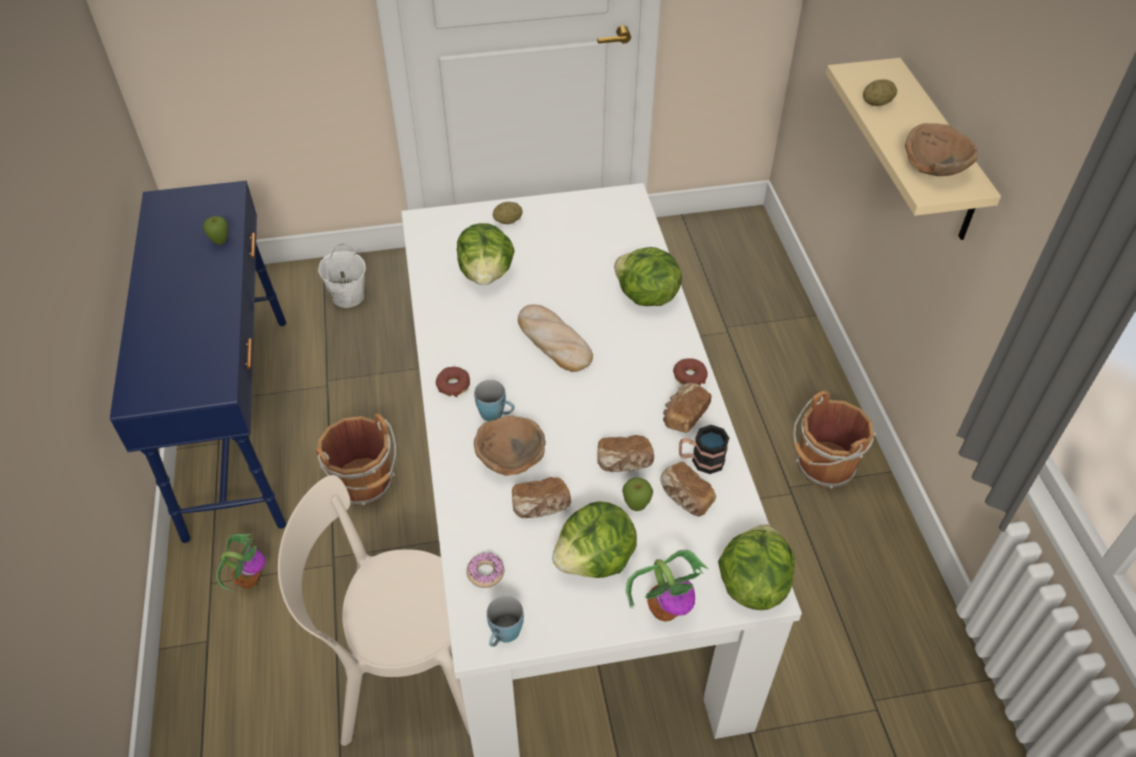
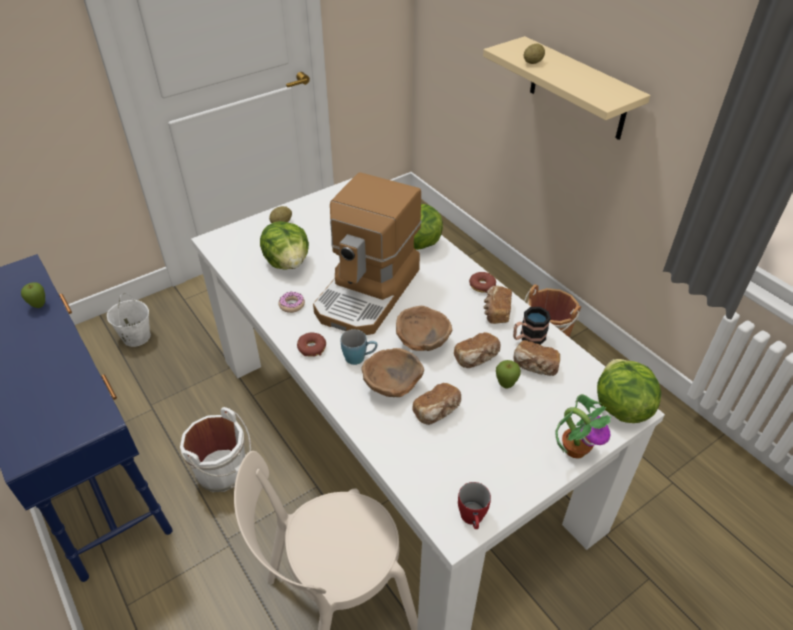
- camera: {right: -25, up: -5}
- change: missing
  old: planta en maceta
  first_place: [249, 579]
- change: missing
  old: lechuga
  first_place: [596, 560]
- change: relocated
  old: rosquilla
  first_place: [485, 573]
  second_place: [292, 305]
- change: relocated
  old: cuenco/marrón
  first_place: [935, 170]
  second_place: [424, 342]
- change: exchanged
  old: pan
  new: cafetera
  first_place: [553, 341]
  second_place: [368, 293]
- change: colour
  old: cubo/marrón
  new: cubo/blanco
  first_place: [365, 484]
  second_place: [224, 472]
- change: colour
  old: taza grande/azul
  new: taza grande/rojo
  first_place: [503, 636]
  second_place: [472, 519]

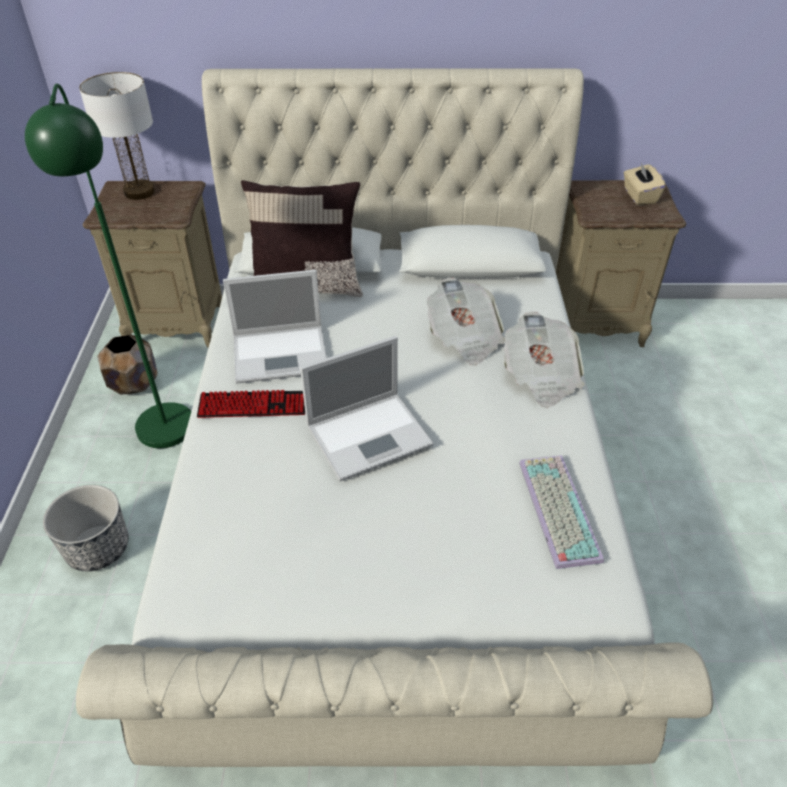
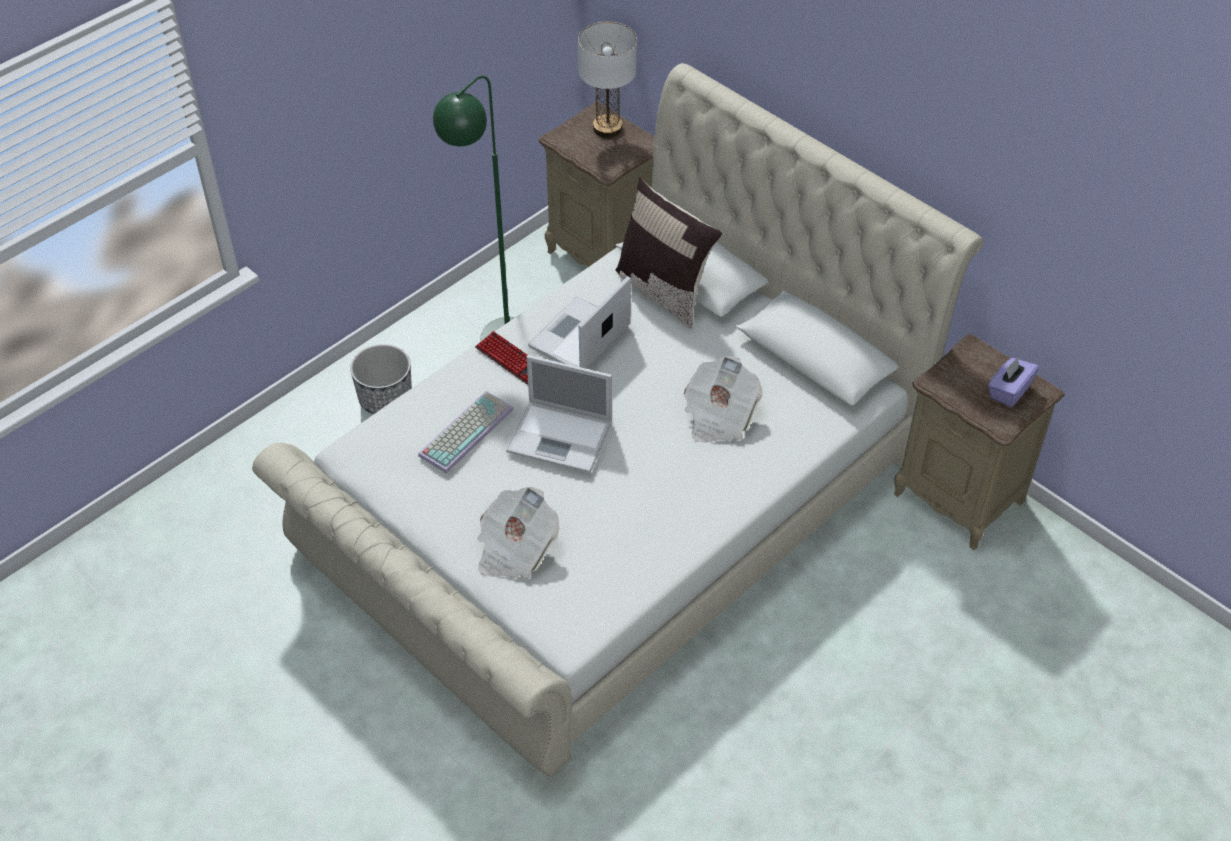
- camera: {right: 45, up: 5}
- change: missing
  old: maceta/marrón
  first_place: [134, 384]
- change: relocated
  old: periódico
  first_place: [541, 377]
  second_place: [515, 549]
- change: relocated
  old: teclado
  first_place: [555, 509]
  second_place: [466, 430]
- change: colour
  old: caja de pañuelos/beis
  new: caja de pañuelos/morado
  first_place: [639, 196]
  second_place: [1009, 391]
- change: spun
  old: portátil
  first_place: [282, 353]
  second_place: [579, 337]
  degrees: 90

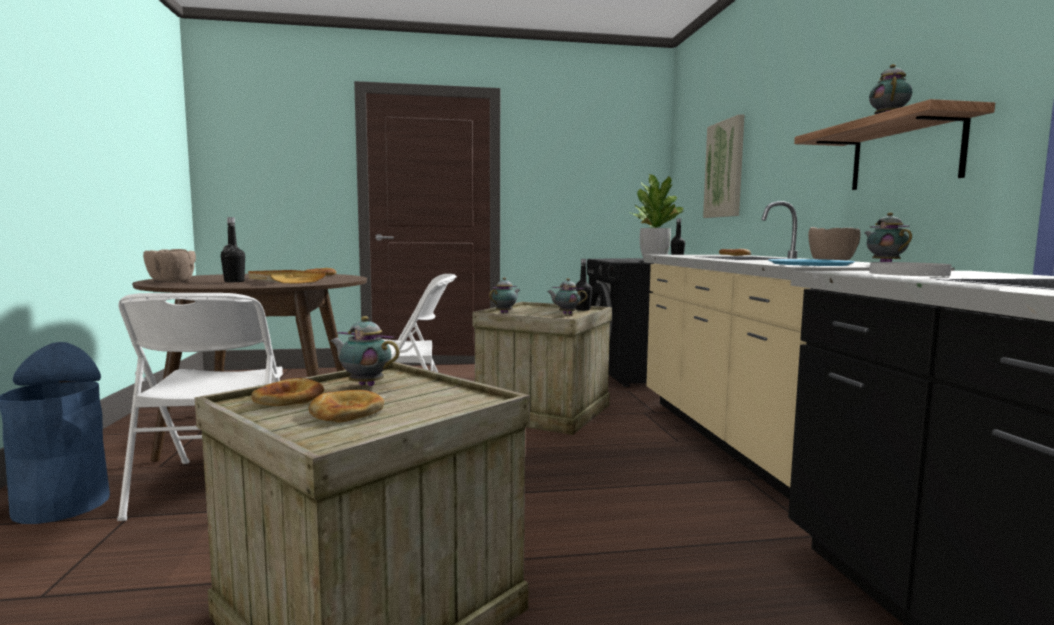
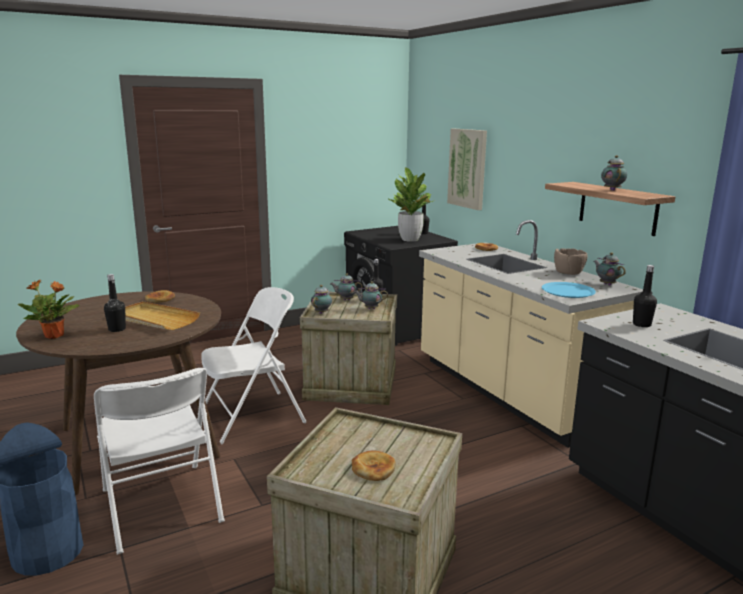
- camera: {right: -20, up: 10}
- change: missing
  old: pan
  first_place: [289, 399]
- change: relocated
  old: tetera
  first_place: [364, 385]
  second_place: [345, 300]
- change: exchanged
  old: cuenco/marrón
  new: planta en maceta
  first_place: [171, 281]
  second_place: [55, 336]
- change: exchanged
  old: plato/blanco
  new: botella/negro
  first_place: [908, 274]
  second_place: [641, 324]

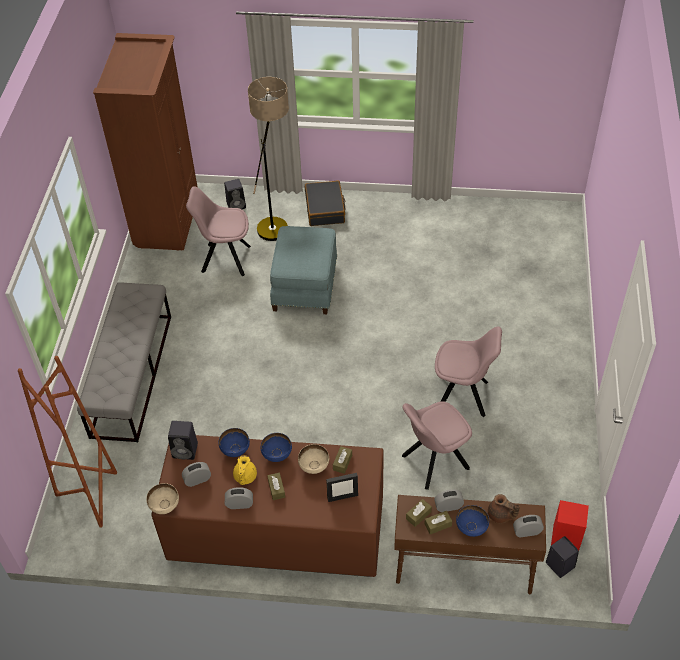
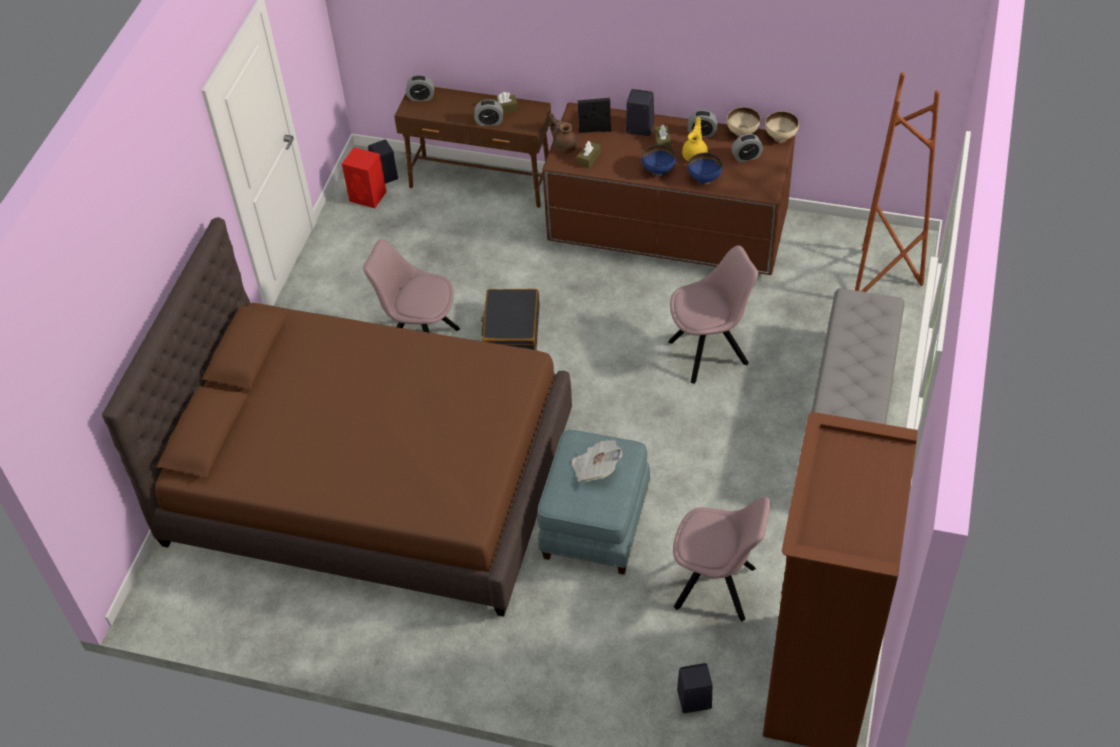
- camera: {right: -170, up: 0}
- change: missing
  old: lámpara de pie
  first_place: [276, 221]
- change: missing
  old: caja de pañuelos/marrón
  first_place: [418, 515]
- change: missing
  old: cuenco/azul
  first_place: [471, 528]
- change: appeared
  new: cama/marrón
  second_place: [369, 478]
- change: appeared
  new: periódico
  second_place: [596, 469]
- change: relocated
  old: altavoz/negro
  first_place: [186, 450]
  second_place: [639, 128]
- change: relocated
  old: cuenco/beis
  first_place: [314, 467]
  second_place: [742, 133]
- change: relocated
  old: maleta/negro
  first_place: [325, 209]
  second_place: [511, 330]
- change: relocated
  old: silla/rosa
  first_place: [434, 461]
  second_place: [709, 353]
- change: relocated
  old: tetera/marrón
  first_place: [500, 515]
  second_place: [564, 146]

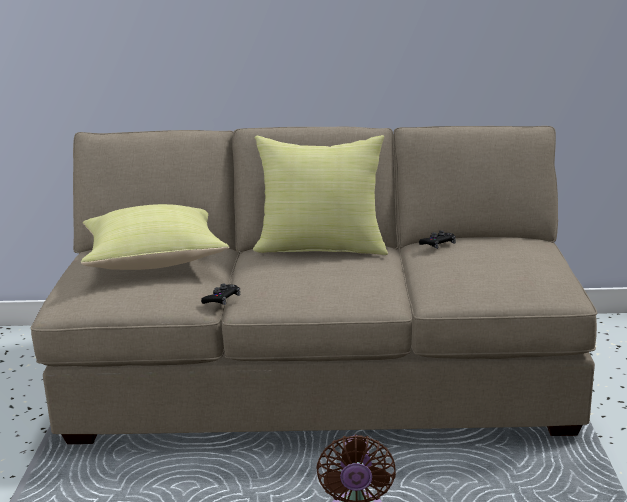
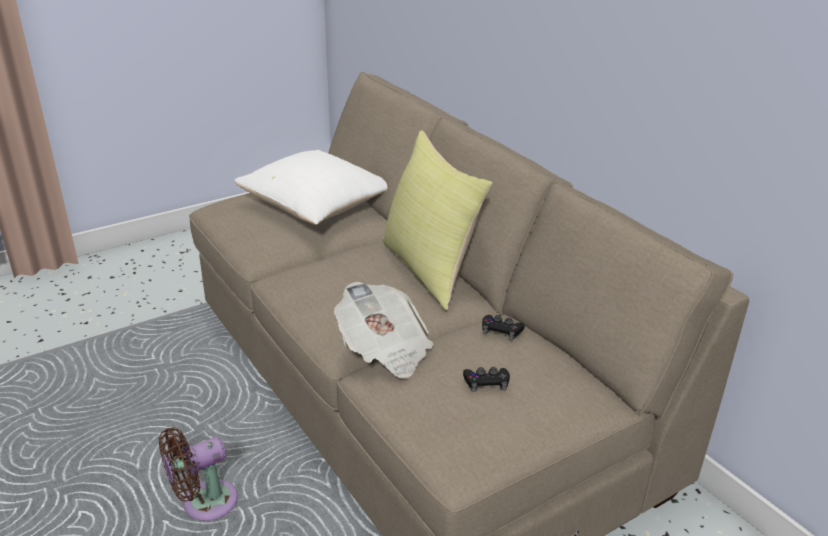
- camera: {right: 55, up: 10}
- change: appeared
  new: periódico
  second_place: [384, 350]
- change: relocated
  old: mando de consola/negro
  first_place: [222, 299]
  second_place: [486, 383]
- change: colour
  old: cojín/amarillo
  new: cojín/blanco
  first_place: [155, 261]
  second_place: [318, 208]

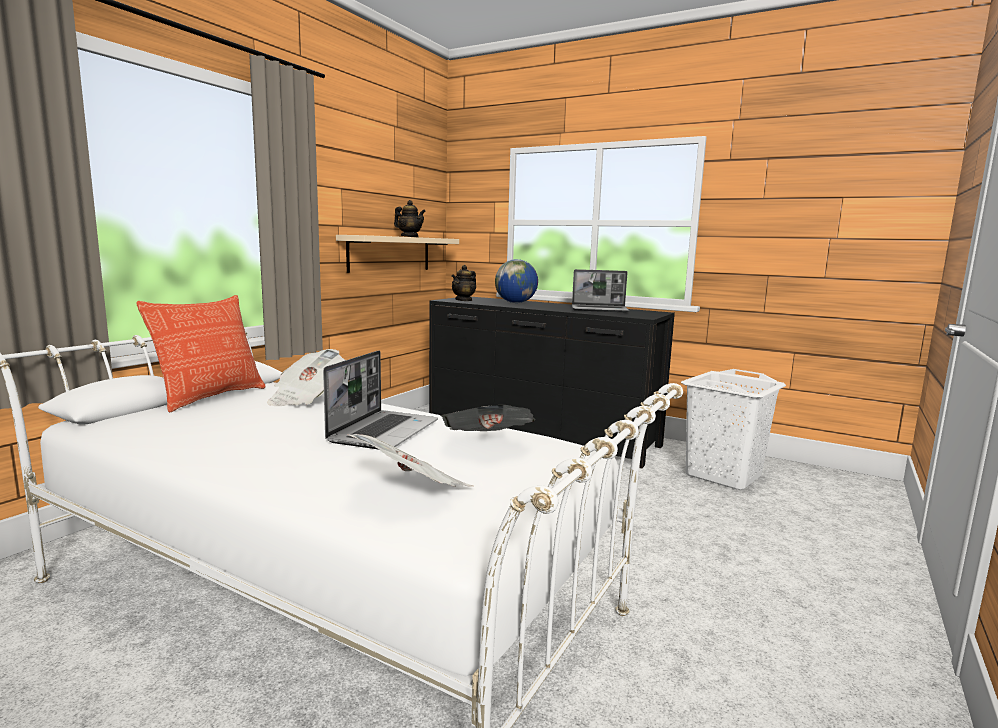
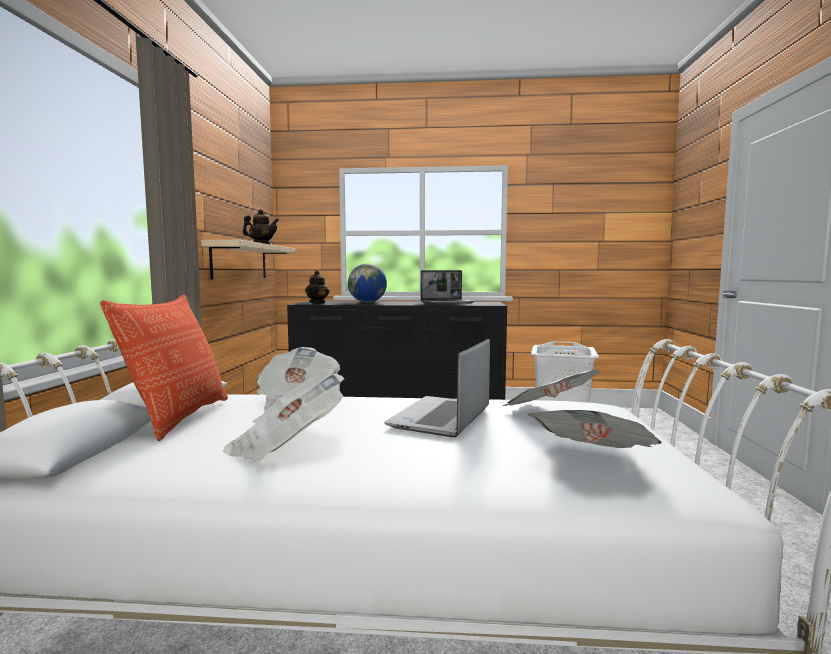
- camera: {right: -25, up: -5}
- change: appeared
  new: periódico
  second_place: [286, 446]
- change: spun
  old: portátil
  first_place: [384, 431]
  second_place: [441, 418]
  degrees: -150

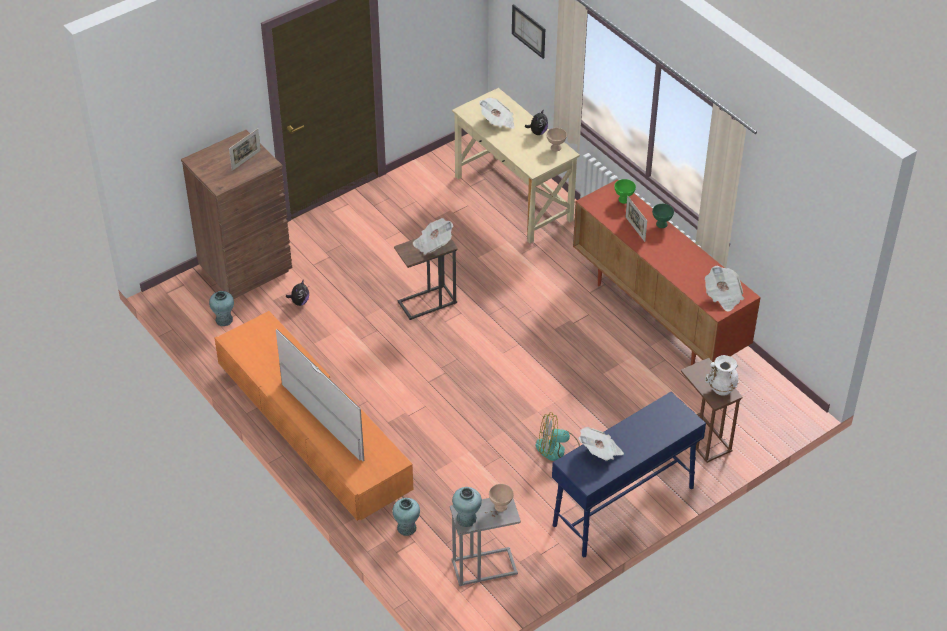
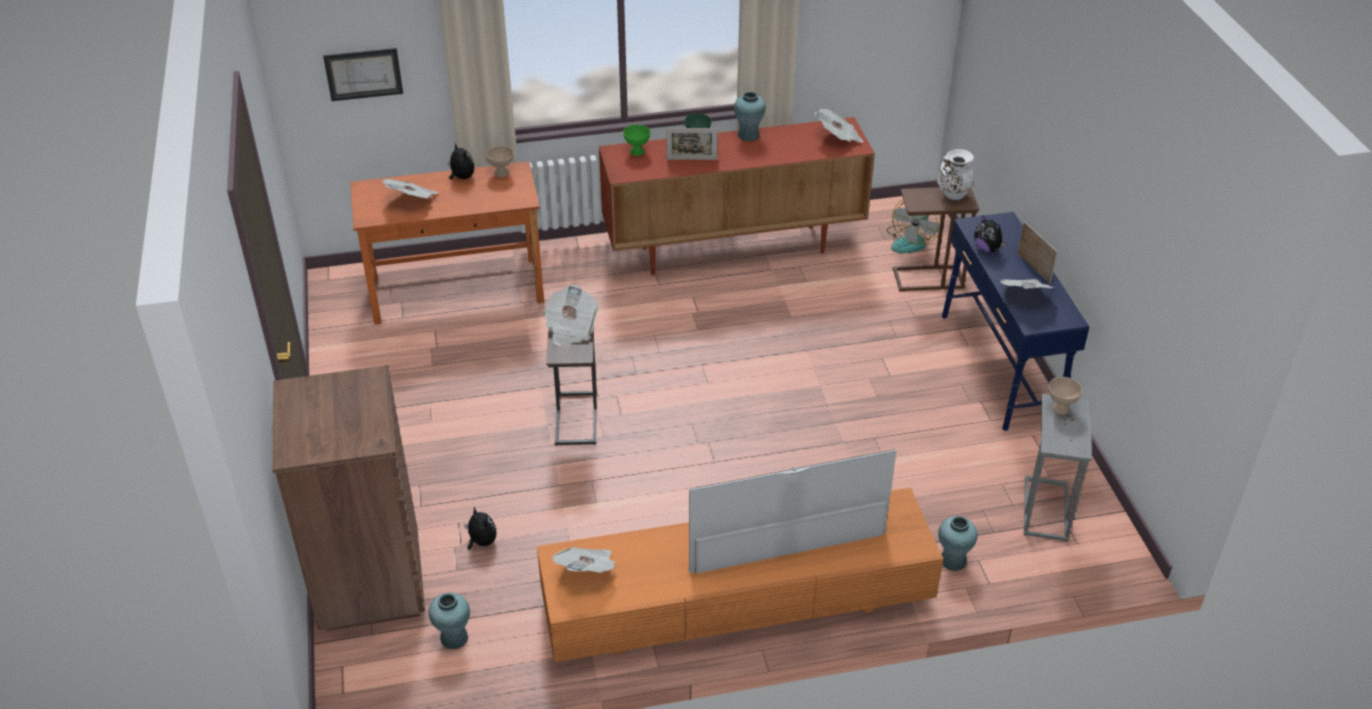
- camera: {right: -65, up: -5}
- change: appeared
  new: periódico
  second_place: [587, 570]
- change: appeared
  new: peluche
  second_place: [987, 248]
- change: relocated
  old: portarretratos
  first_place: [246, 160]
  second_place: [1033, 268]
- change: relocated
  old: florero/turquesa
  first_place: [466, 518]
  second_place: [748, 135]
- change: relocated
  old: ventilador
  first_place: [557, 450]
  second_place: [911, 240]
- change: colour
  old: escritorio/beis
  new: escritorio/naranja
  first_place: [514, 198]
  second_place: [457, 290]

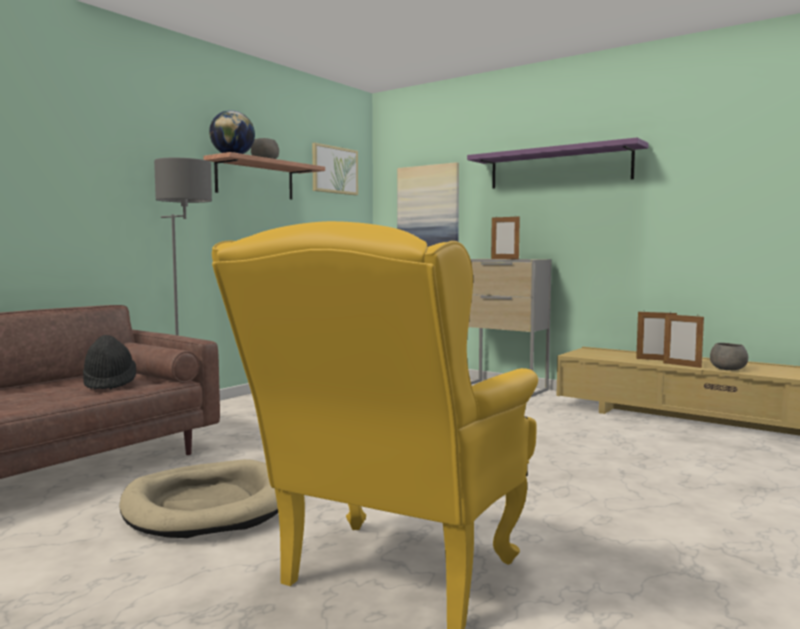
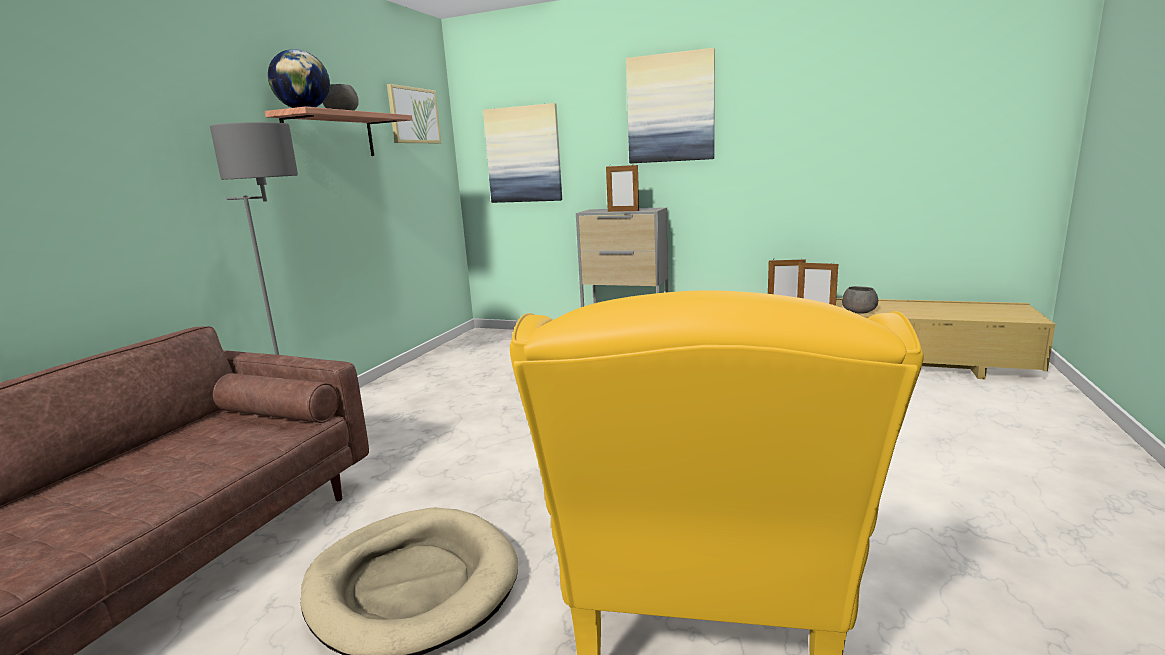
- camera: {right: -15, up: 10}
- change: missing
  old: sombrero/negro
  first_place: [110, 384]
- change: exchanged
  old: estante/morado
  new: cuadro
  first_place: [559, 167]
  second_place: [670, 108]

